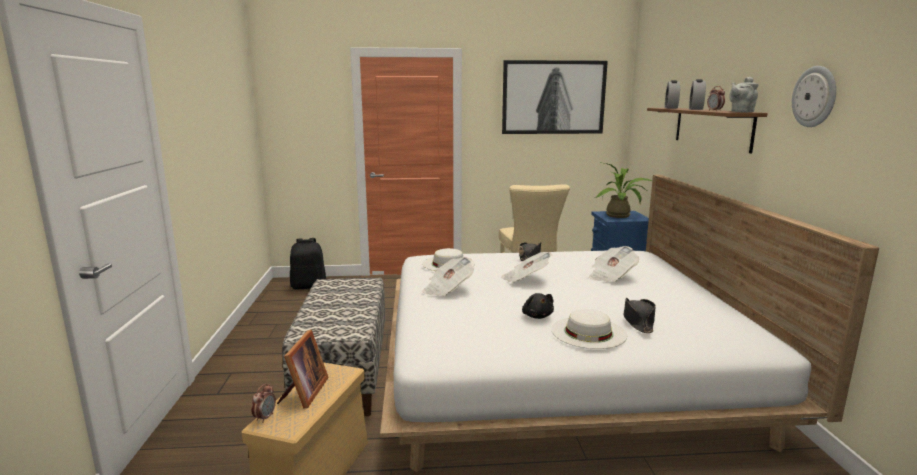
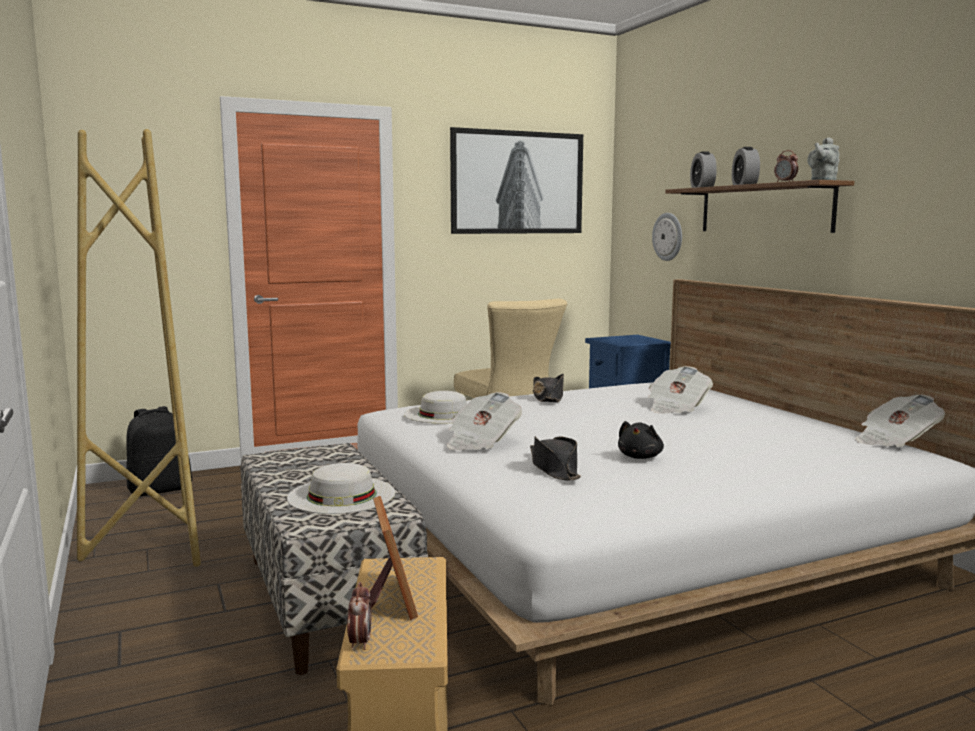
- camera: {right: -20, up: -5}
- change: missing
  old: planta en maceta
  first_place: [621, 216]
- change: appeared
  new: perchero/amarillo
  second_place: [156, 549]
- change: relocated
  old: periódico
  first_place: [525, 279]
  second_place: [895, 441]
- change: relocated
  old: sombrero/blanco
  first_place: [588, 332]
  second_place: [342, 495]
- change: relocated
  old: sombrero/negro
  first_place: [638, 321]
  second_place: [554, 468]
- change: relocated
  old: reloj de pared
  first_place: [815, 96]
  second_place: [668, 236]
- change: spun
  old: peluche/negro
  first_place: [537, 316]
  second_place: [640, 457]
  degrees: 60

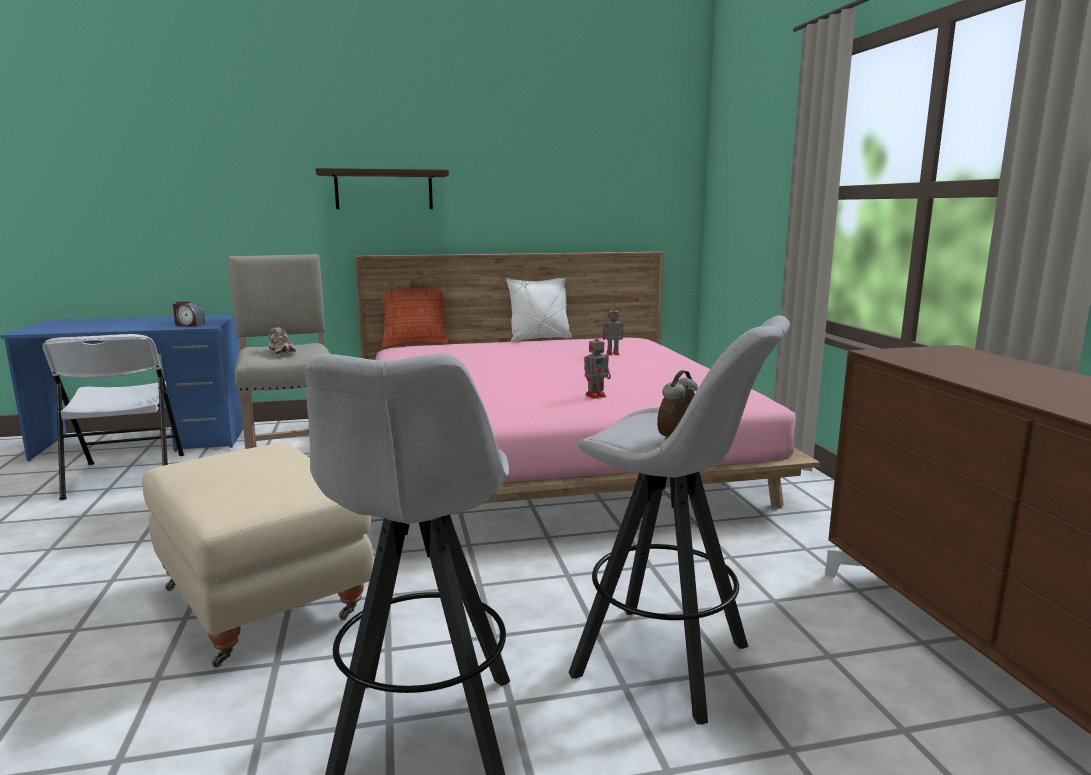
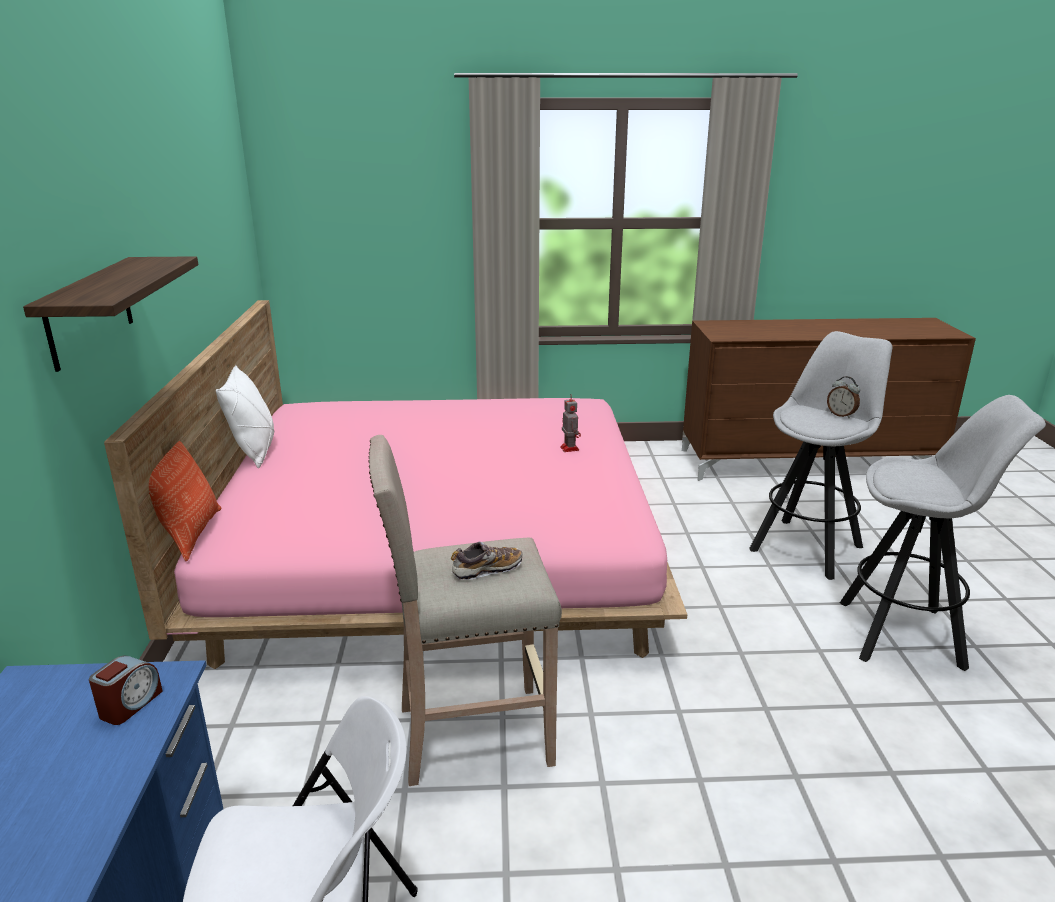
- camera: {right: -80, up: 10}
- change: missing
  old: puf/beis
  first_place: [265, 601]
- change: missing
  old: robot de juguete
  first_place: [611, 353]

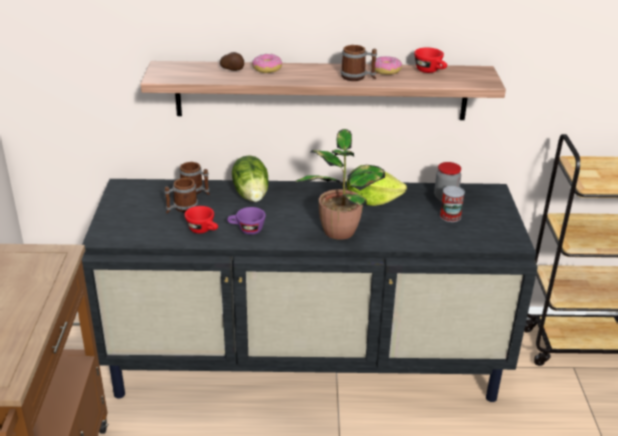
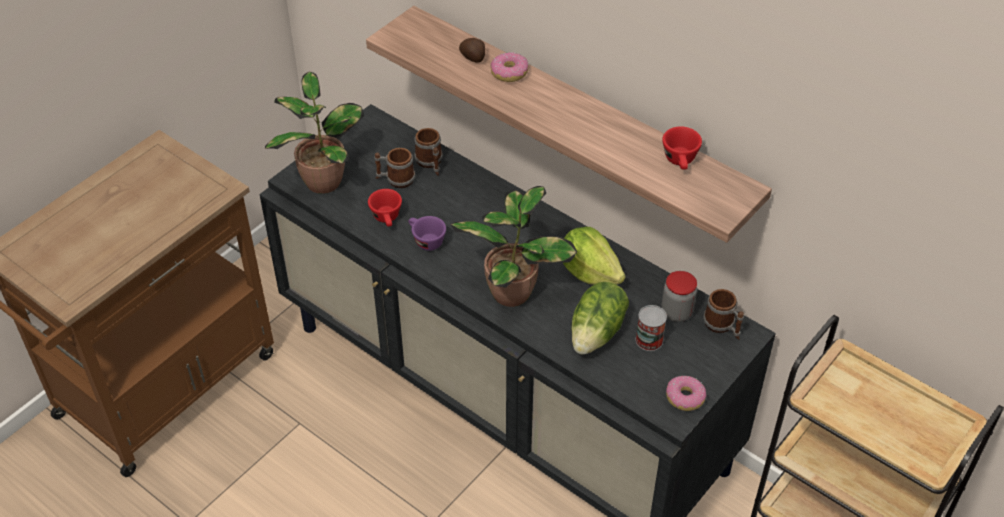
- camera: {right: 40, up: 15}
- change: appeared
  new: planta en maceta
  second_place: [322, 179]
- change: relocated
  old: lechuga
  first_place: [252, 194]
  second_place: [598, 333]
- change: relocated
  old: taza grande
  first_place: [358, 77]
  second_place: [723, 326]
- change: relocated
  old: rosquilla
  first_place: [386, 70]
  second_place: [685, 397]

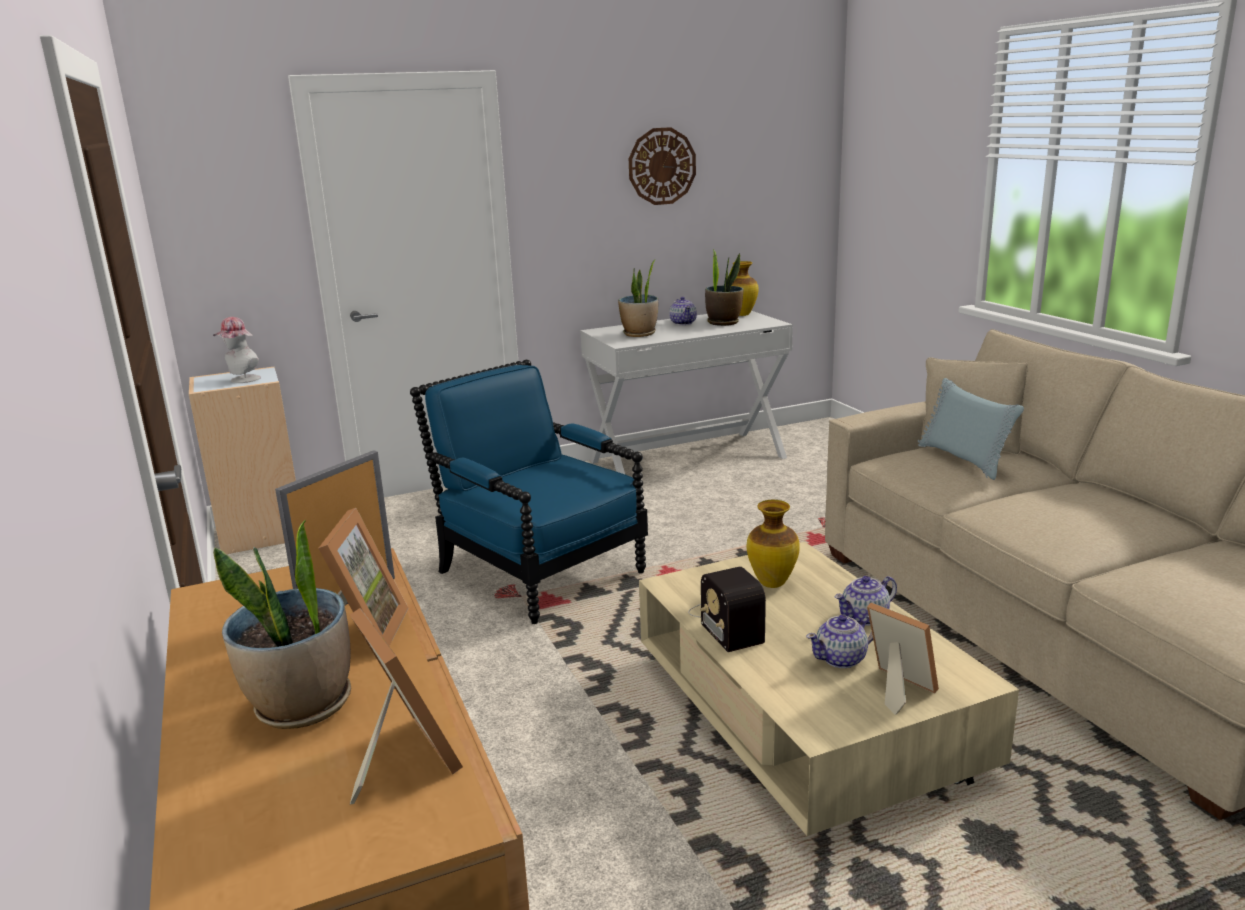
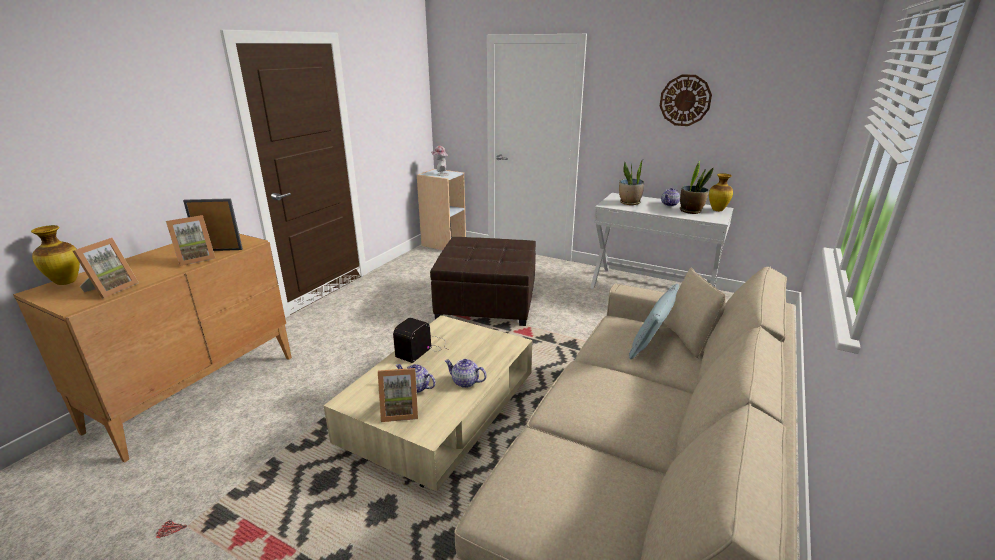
- camera: {right: 50, up: 5}
- change: missing
  old: planta en maceta
  first_place: [302, 706]
- change: relocated
  old: florero
  first_place: [772, 583]
  second_place: [67, 282]
- change: exchanged
  old: sillón/azul
  new: puf/marrón
  first_place: [538, 569]
  second_place: [487, 301]
- change: spun
  old: portarretratos
  first_place: [895, 689]
  second_place: [400, 411]
  degrees: 75

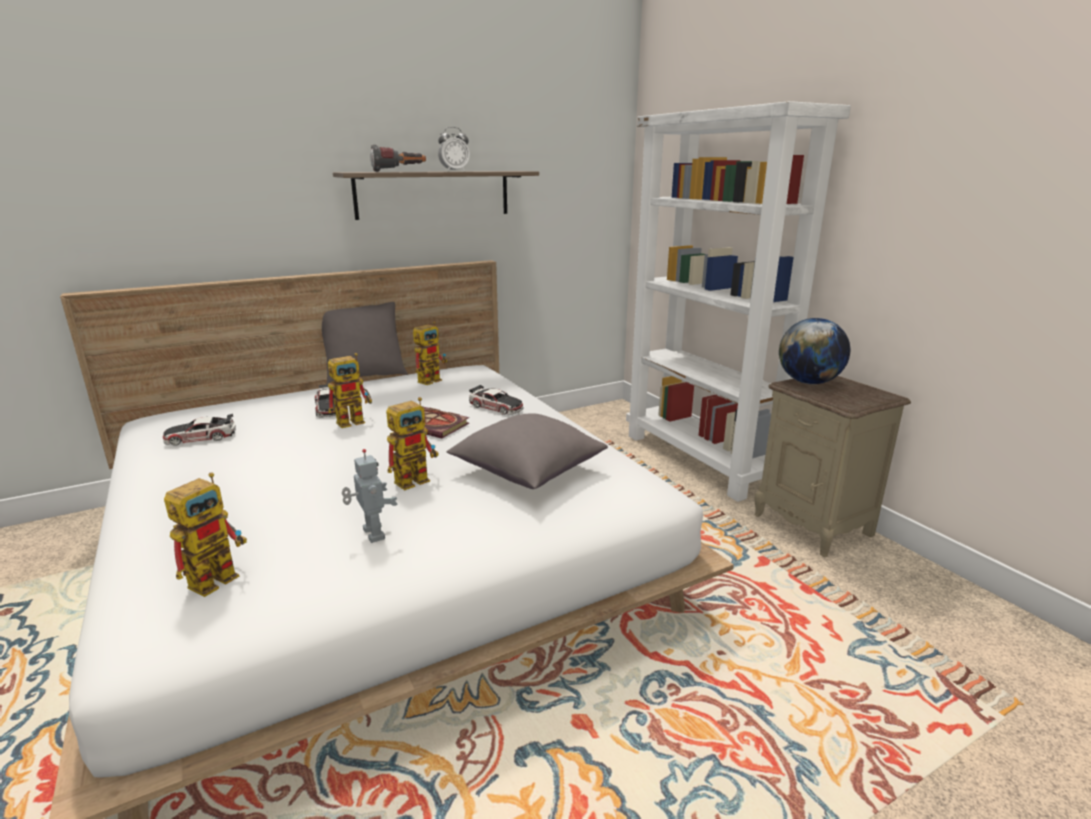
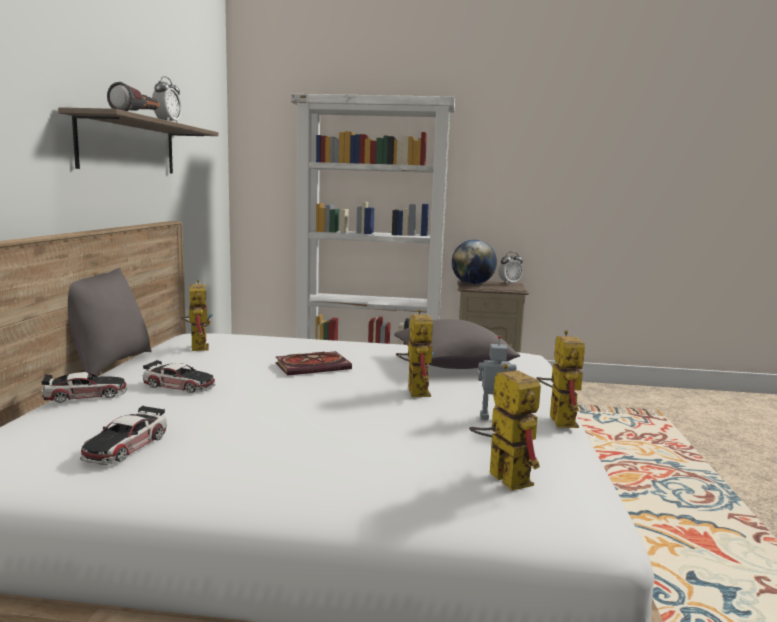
- camera: {right: -55, up: -10}
- change: appeared
  new: despertador
  second_place: [509, 283]
- change: relocated
  old: robot de juguete
  first_place: [355, 420]
  second_place: [557, 418]
- change: relocated
  old: coche de juguete
  first_place: [496, 407]
  second_place: [85, 395]

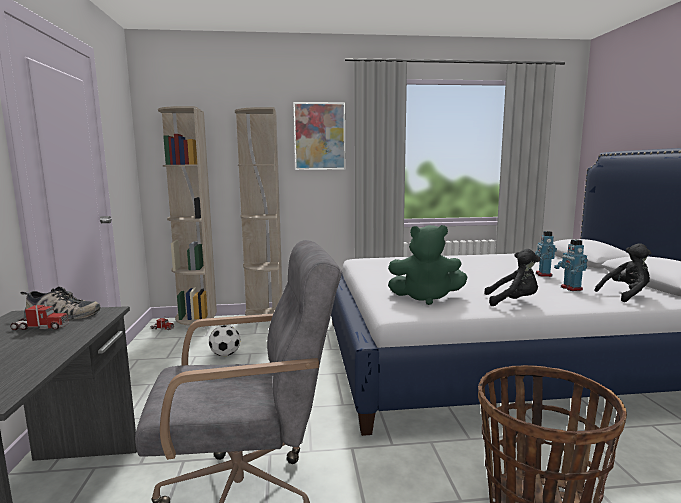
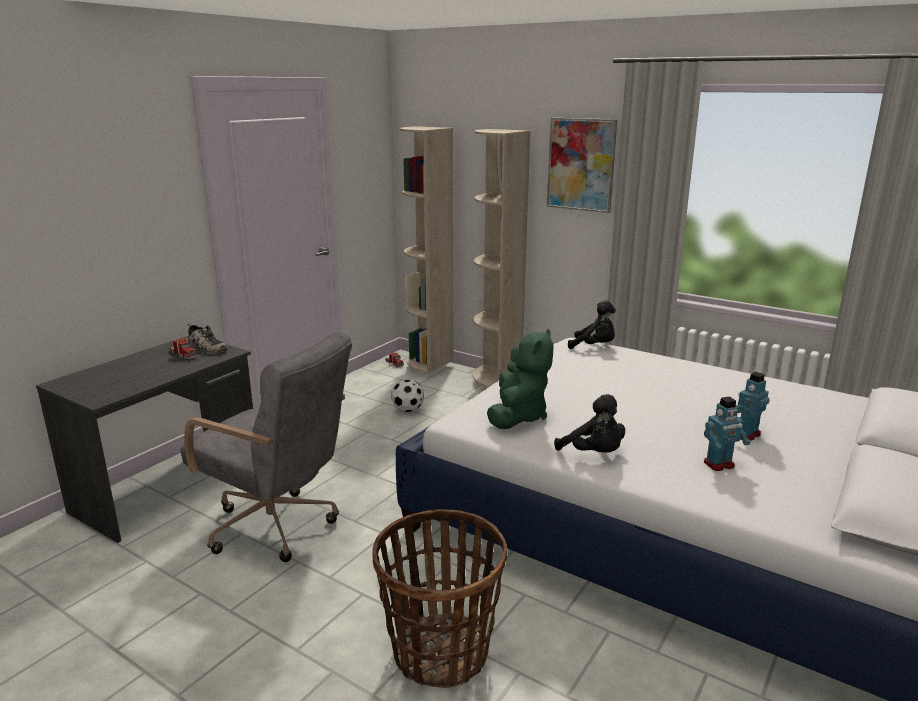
- camera: {right: 40, up: 10}
- change: relocated
  old: peluche/negro
  first_place: [626, 295]
  second_place: [594, 346]
- change: spun
  old: peluche/verde
  first_place: [425, 298]
  second_place: [518, 416]
  degrees: -120
- change: spun
  old: robot de juguete
  first_place: [571, 288]
  second_place: [719, 464]
  degrees: -135

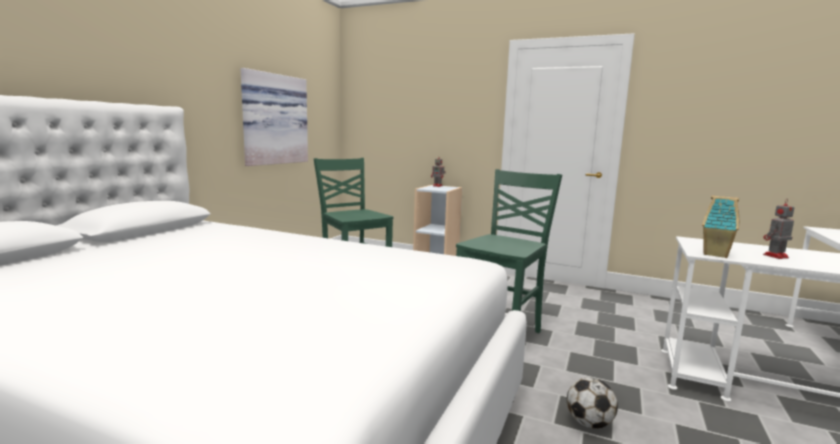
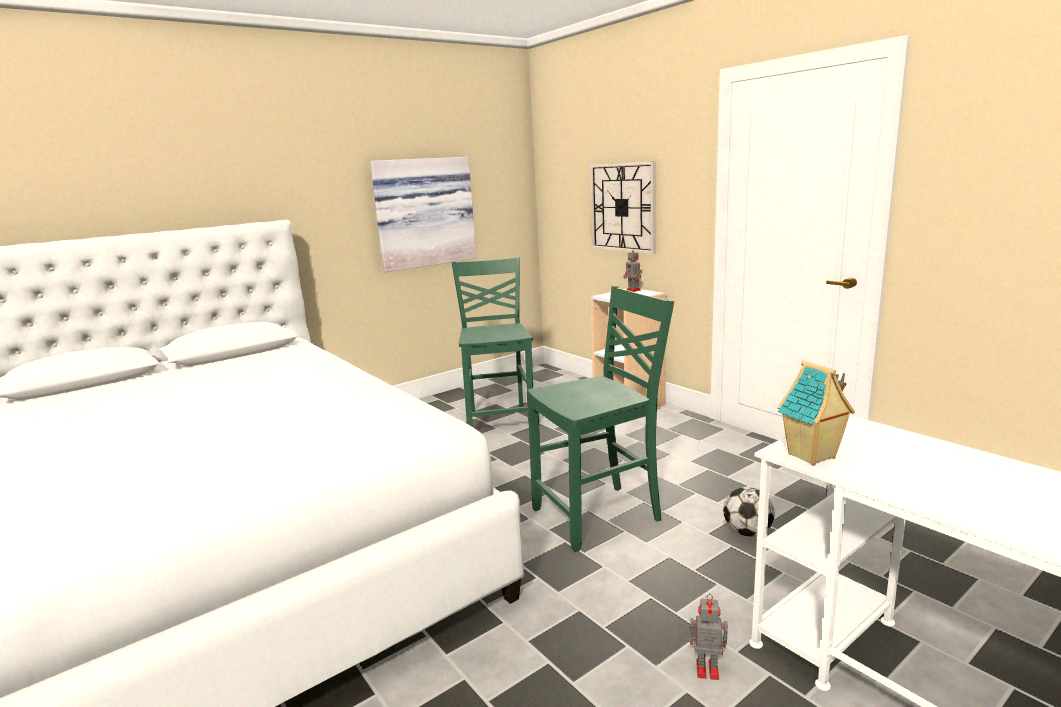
- camera: {right: 30, up: 5}
- change: appeared
  new: reloj de pared
  second_place: [622, 207]
- change: relocated
  old: balón de fútbol
  first_place: [589, 423]
  second_place: [747, 532]
- change: relocated
  old: robot de juguete
  first_place: [775, 256]
  second_place: [705, 669]

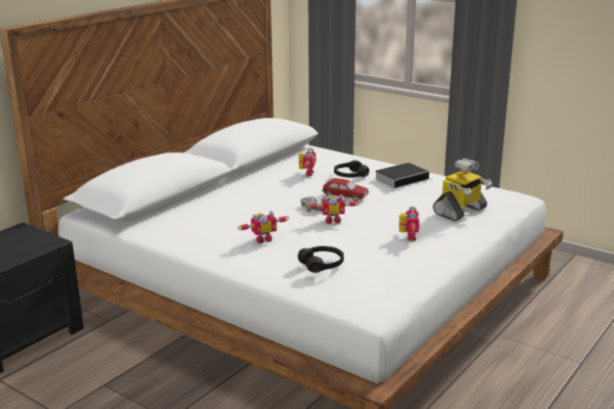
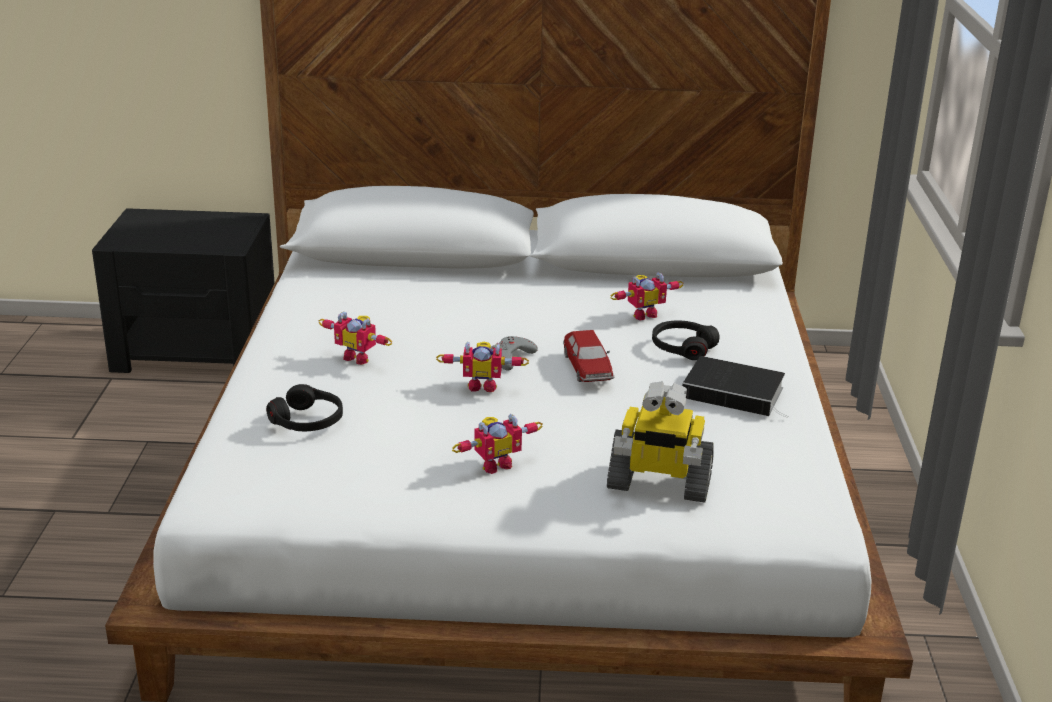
- camera: {right: 55, up: 5}
- change: spun
  old: robot de juguete
  first_place: [332, 220]
  second_place: [482, 385]
  degrees: -45

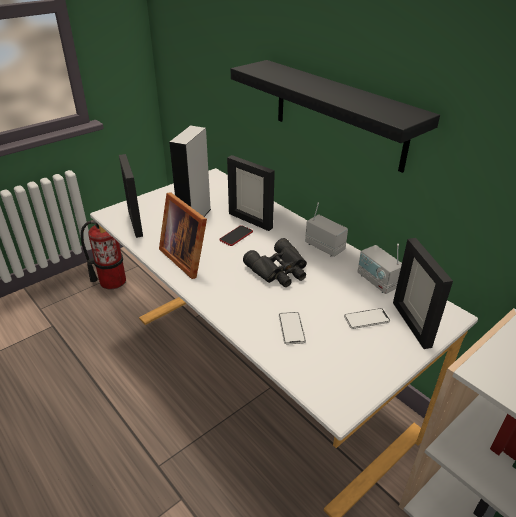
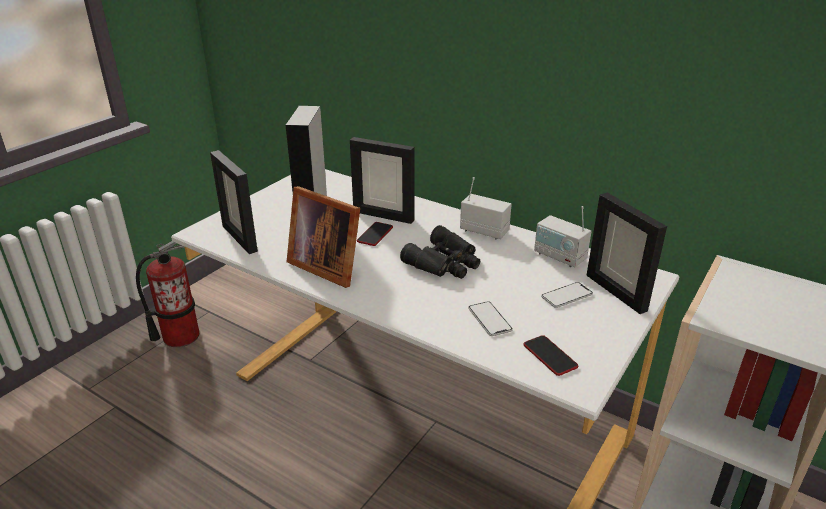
- camera: {right: -15, up: -5}
- change: missing
  old: estante/negro
  first_place: [338, 114]
- change: appeared
  new: móvil
  second_place: [550, 356]

